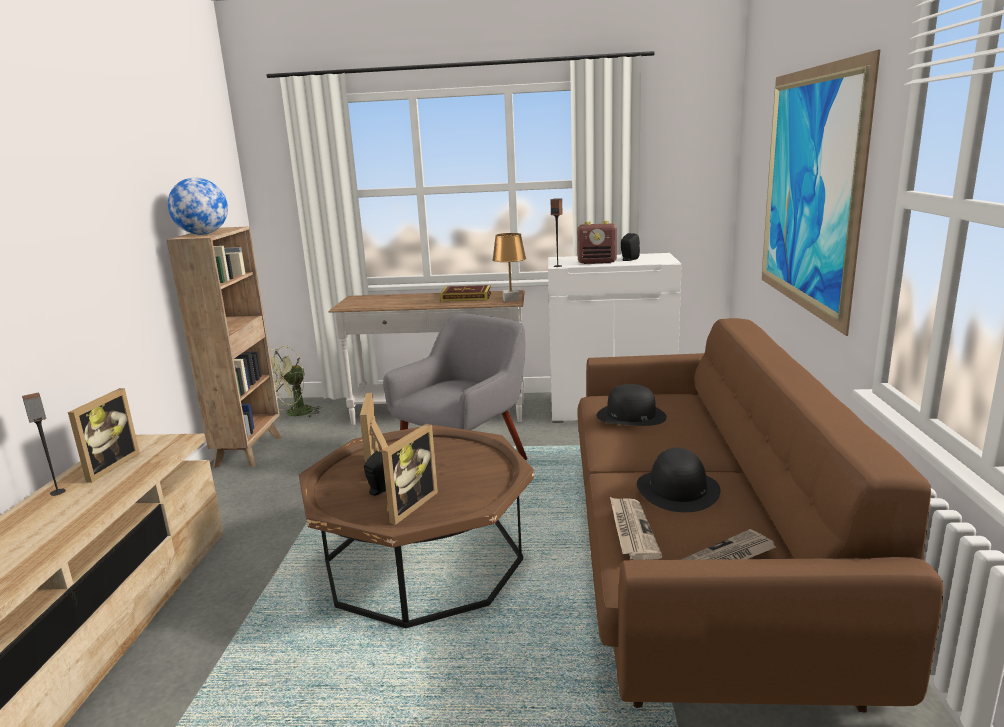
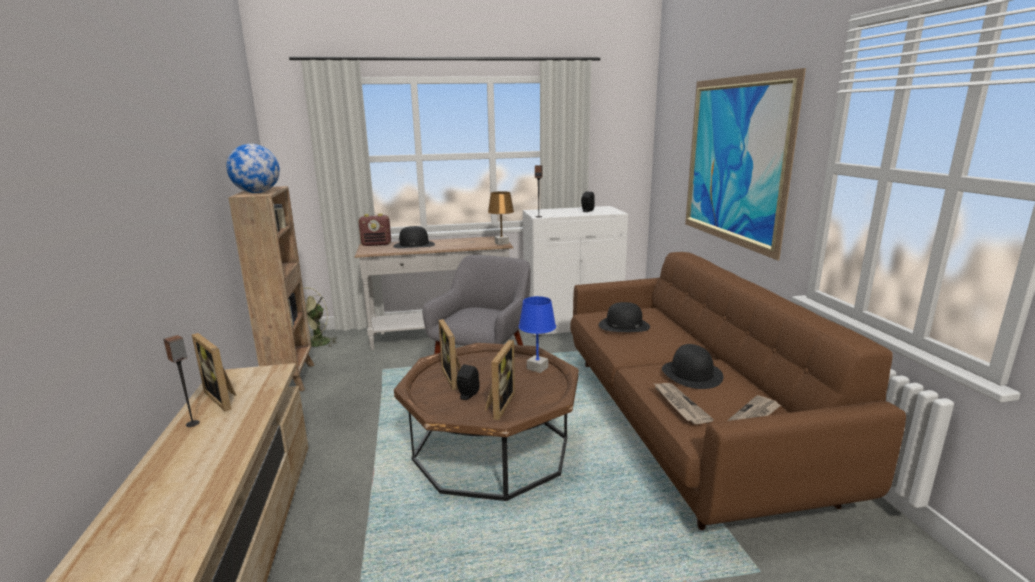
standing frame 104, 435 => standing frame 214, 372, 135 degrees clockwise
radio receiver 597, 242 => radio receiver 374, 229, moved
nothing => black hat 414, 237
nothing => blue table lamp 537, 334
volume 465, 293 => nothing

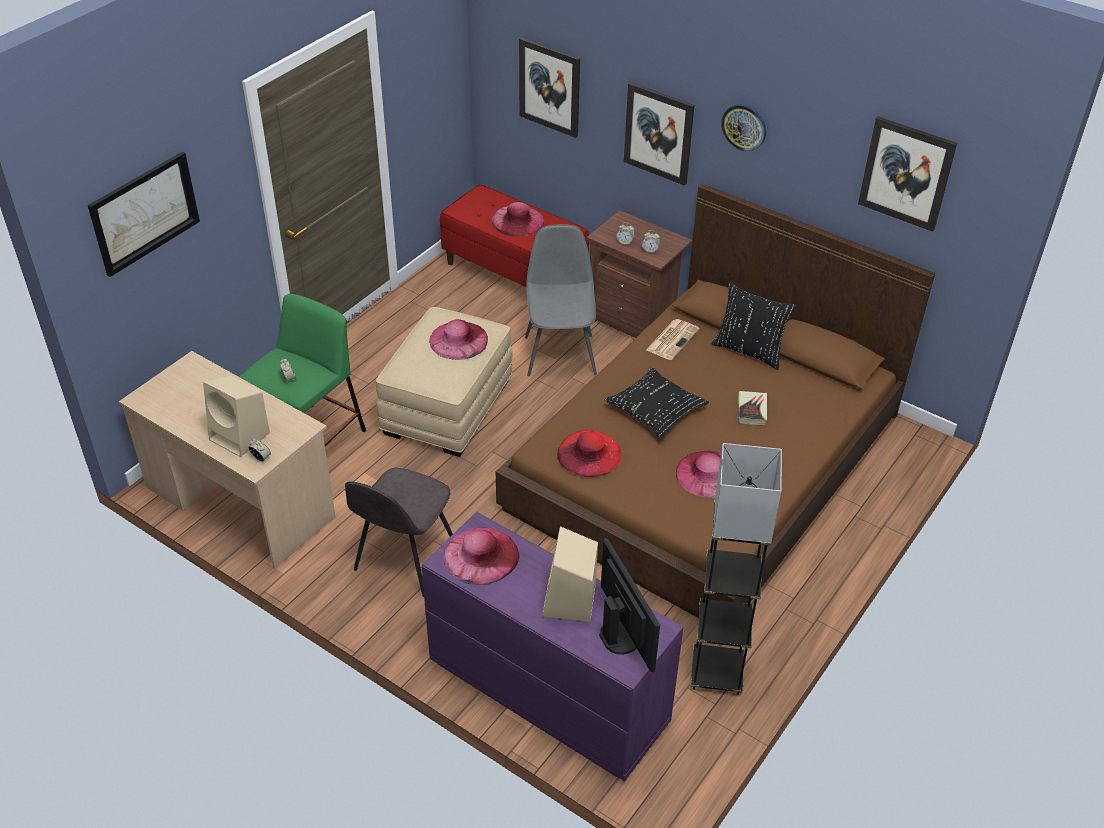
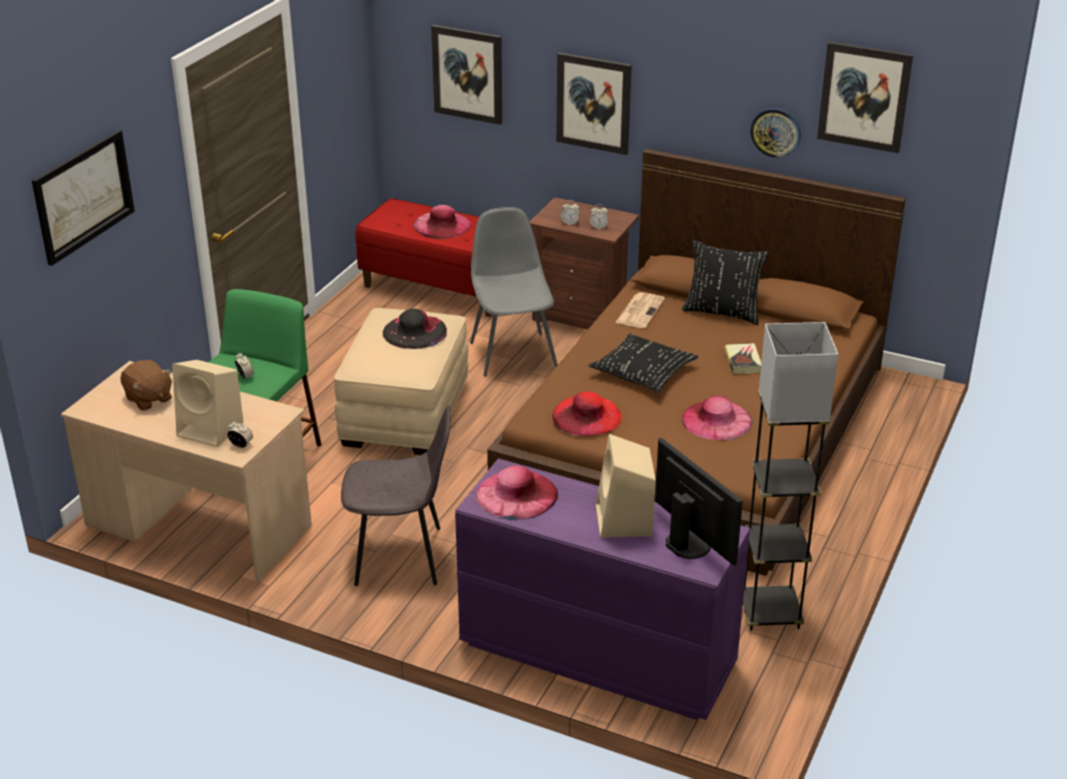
nothing => brown soft toy 146, 385
grey plain chair 399, 532 => grey plain chair 396, 495, 105 degrees counterclockwise
pink-coloured hat 458, 339 => black hat 415, 329
hanging clock 743, 127 => hanging clock 775, 133, moved

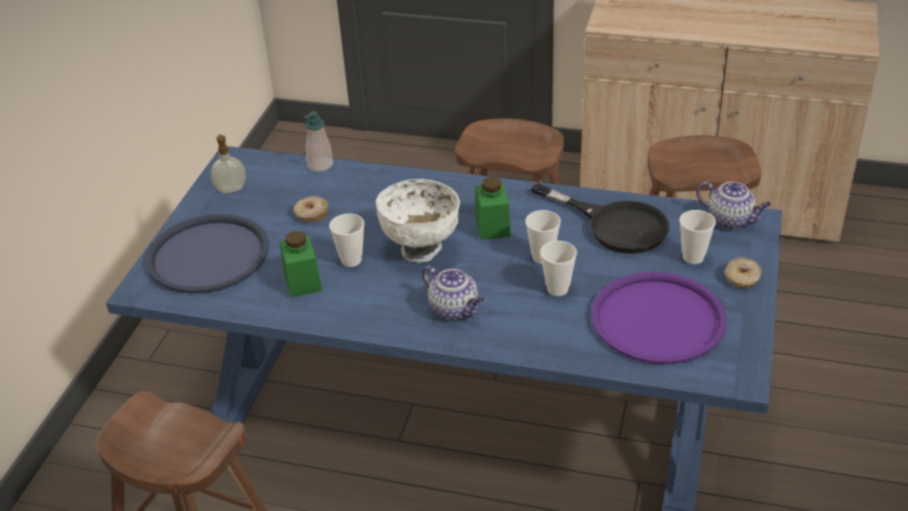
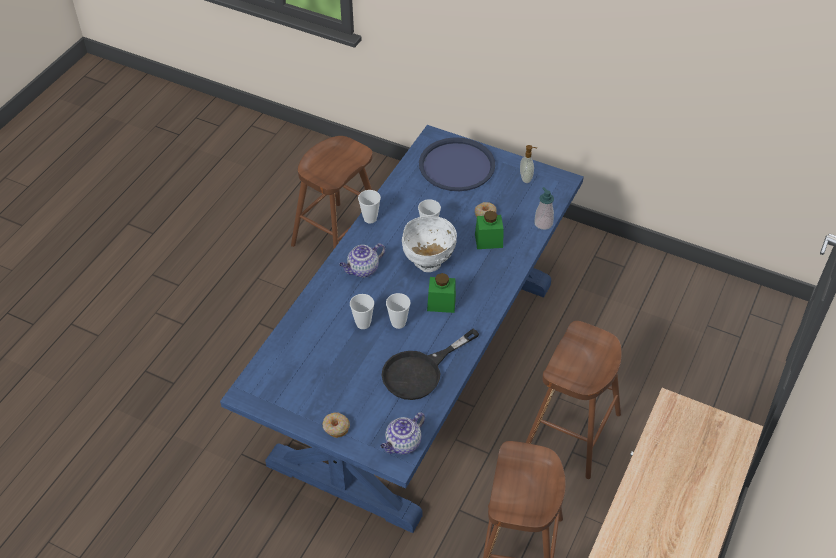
small cup 697, 237 => small cup 369, 207, moved
green-coloured preserve jar 301, 264 => green-coloured preserve jar 489, 230, moved
purple-coloured serving tray 659, 318 => nothing

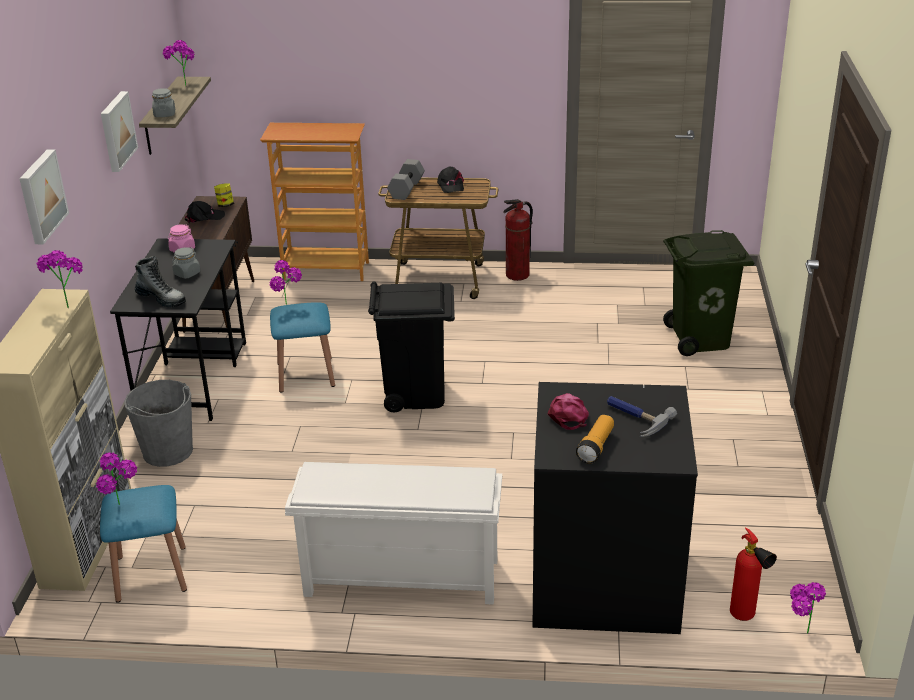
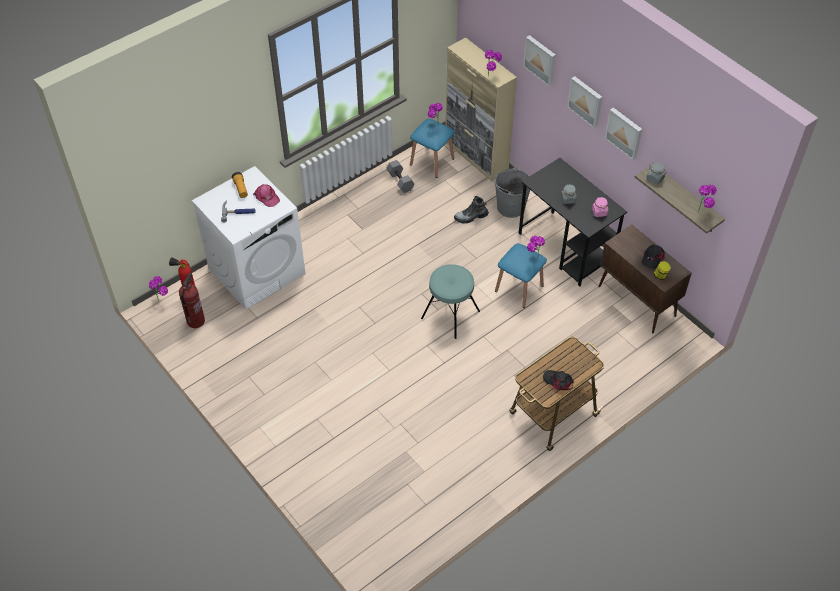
fire extinguisher 518, 240 => fire extinguisher 192, 300, moved
black laundry appliance 615, 508 => white laundry appliance 248, 238
grey hand weight 406, 179 => grey hand weight 400, 176, moved
black trash can 411, 347 => turquoise stool seat 450, 301
high-top boot 160, 282 => high-top boot 471, 210, moved
nothing => picture 584, 102
bookcase 314, 202 => nothing
white shoe stand 393, 533 => nothing
green-coloured trash can 708, 293 => nothing

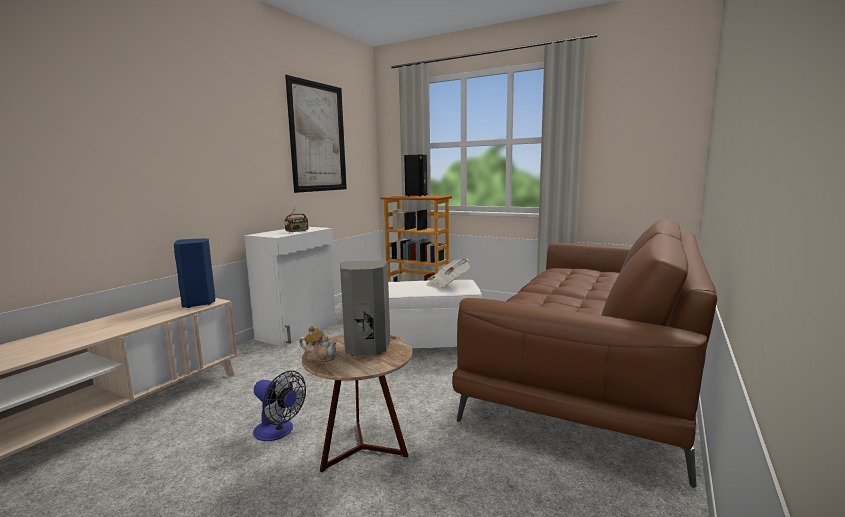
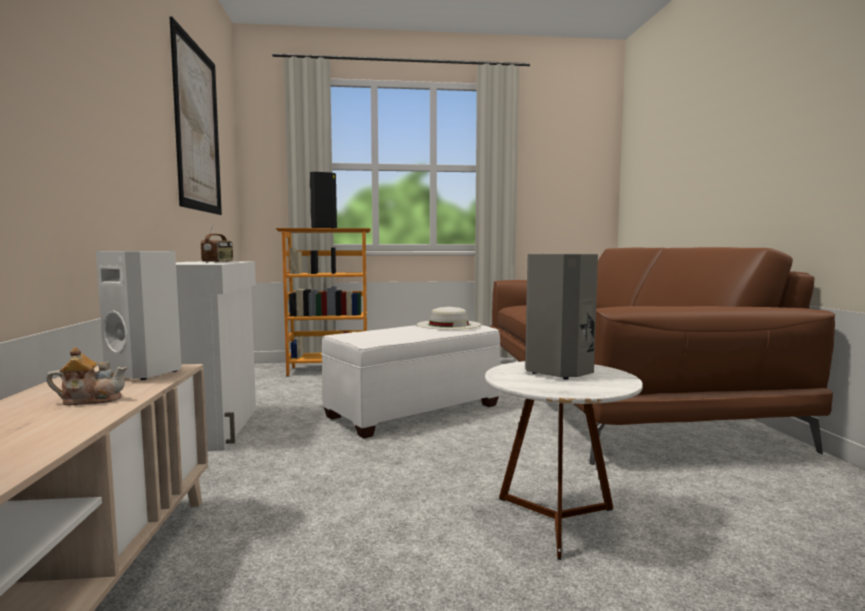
teapot 318, 344 => teapot 87, 376, moved
blue speaker 194, 273 => white speaker 138, 315
printed paper 448, 272 => white hat 448, 318
brown accent table 357, 404 => white accent table 564, 460
fan 279, 406 => nothing

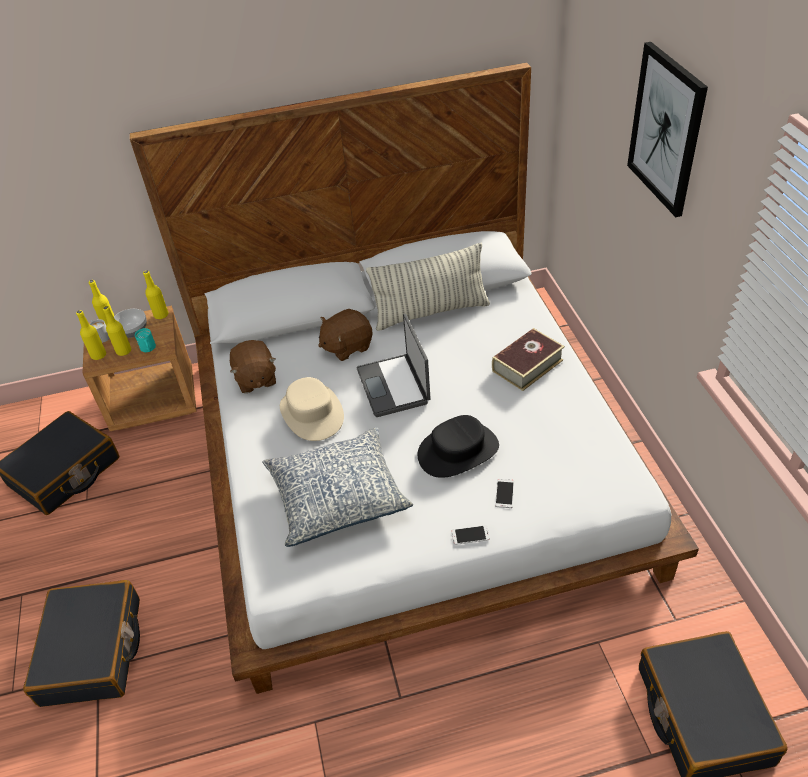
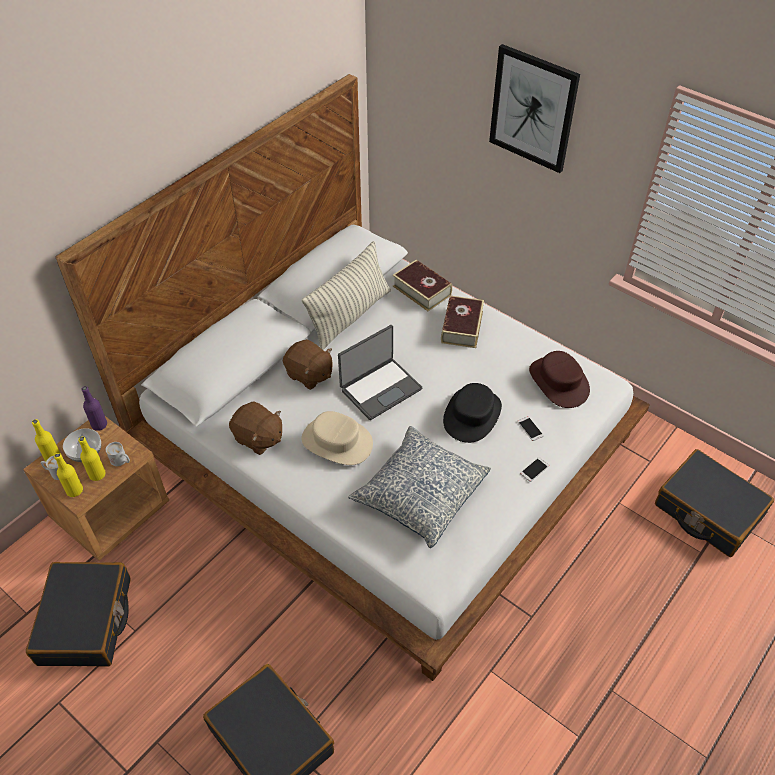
yellow-coloured drink bottle 155, 295 => purple-coloured drink bottle 94, 408
turquoise mug 145, 340 => white mug 118, 454
brown soft toy 345, 335 => brown soft toy 307, 364, 75 degrees counterclockwise
laptop 394, 365 => laptop 380, 372, 75 degrees counterclockwise
nothing => volume 422, 285
nothing => brown hat 559, 379

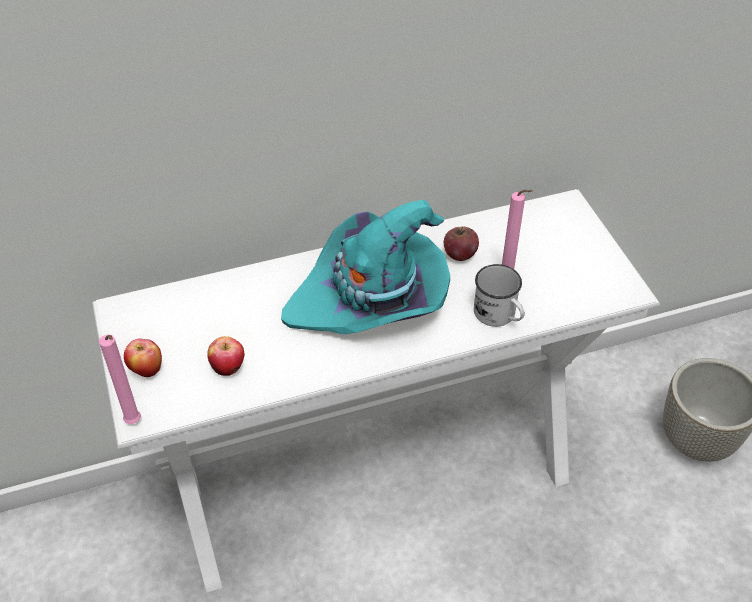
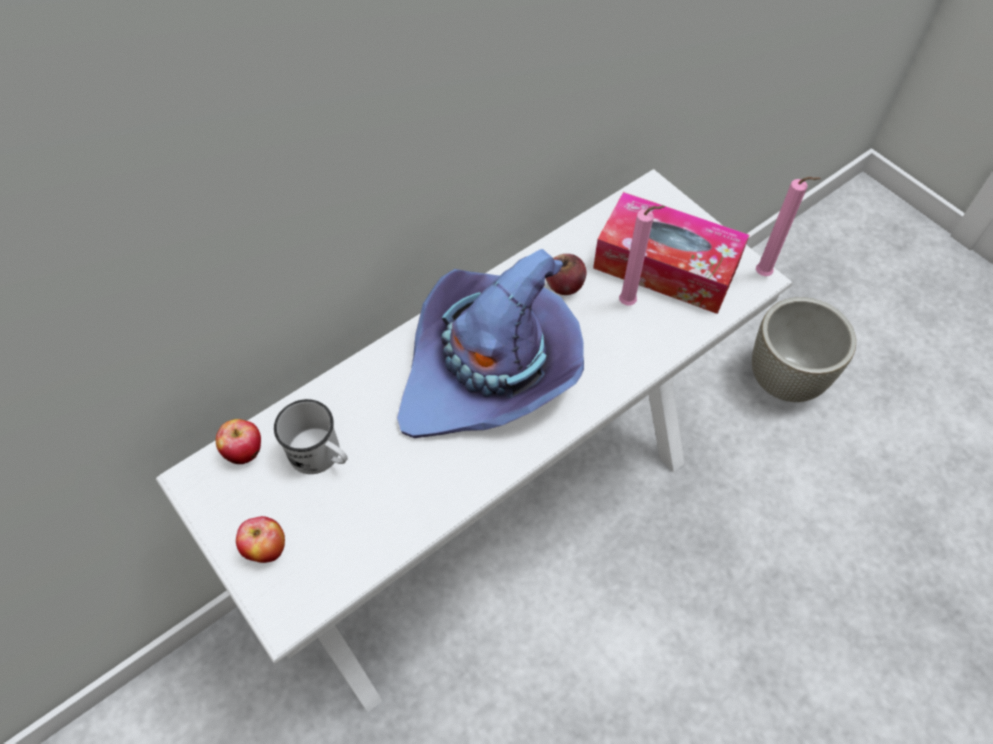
whole apple 225, 356 => whole apple 238, 441, moved
white mug 499, 295 => white mug 311, 436, moved
turquoise hat 365, 267 => purple-coloured hat 490, 343
nothing => tissue box 671, 253
pink-coloured wax light 120, 379 => pink-coloured wax light 788, 226, moved

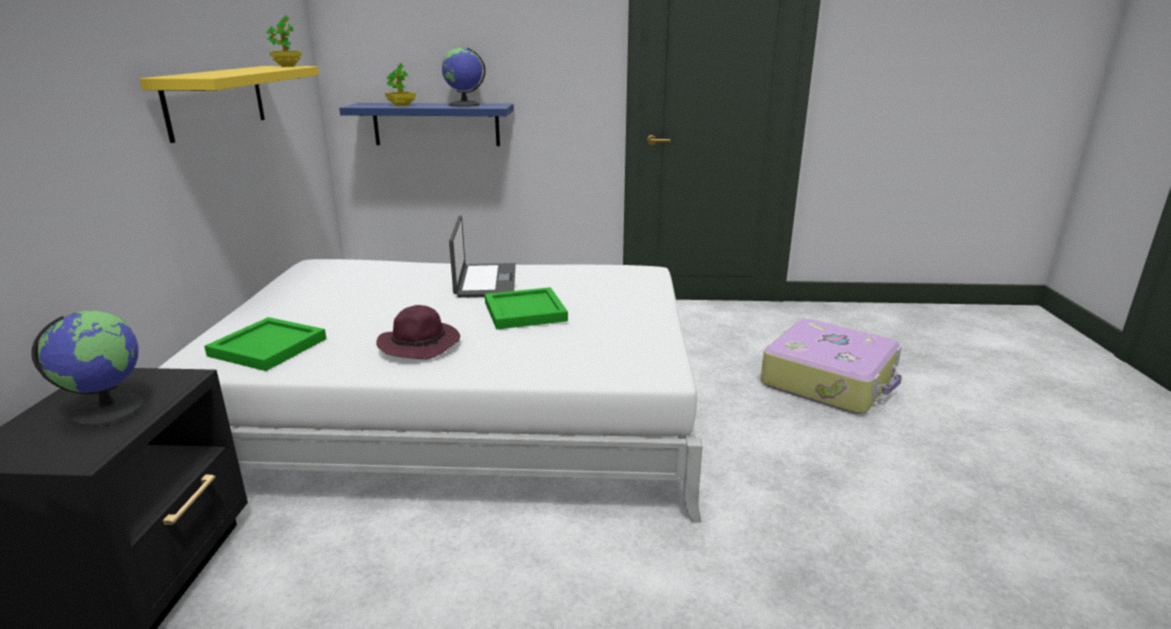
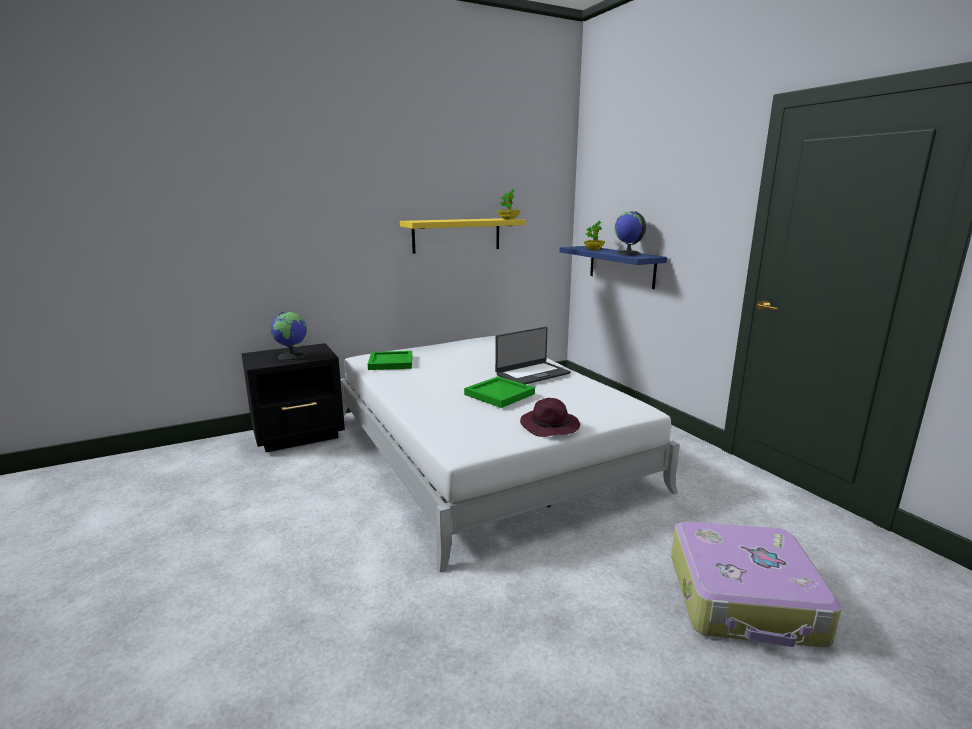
purple-coloured hat 418, 332 => purple-coloured hat 550, 417, moved

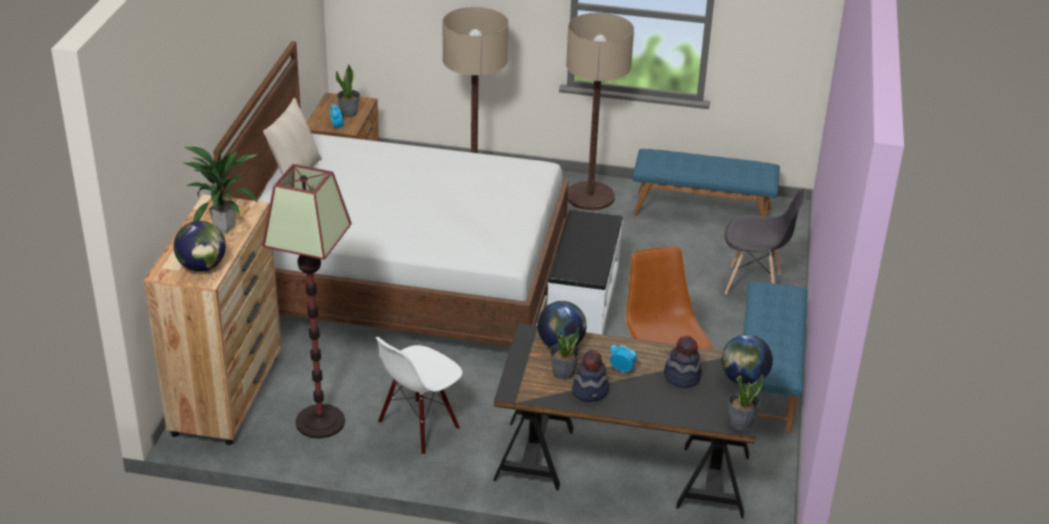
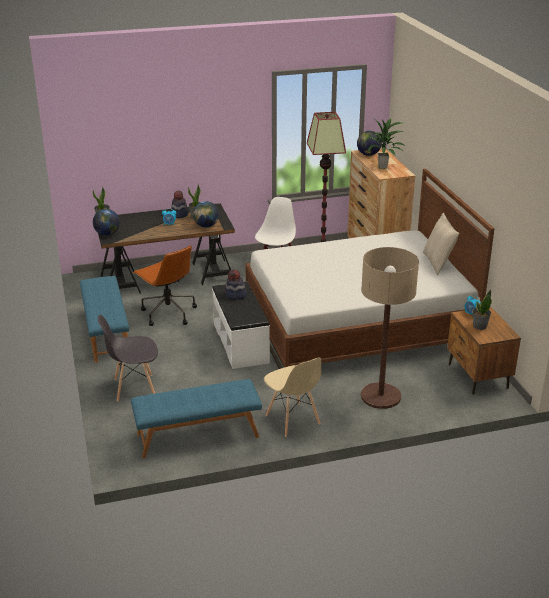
hat 683, 362 => hat 236, 284, moved
standing lamp 600, 111 => beige plain chair 292, 397

